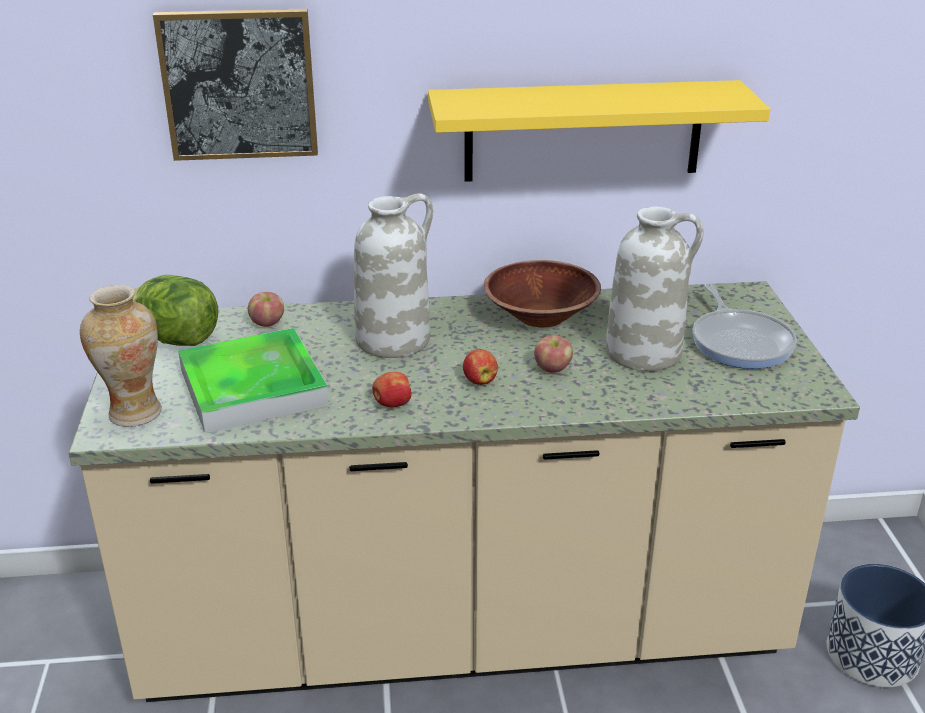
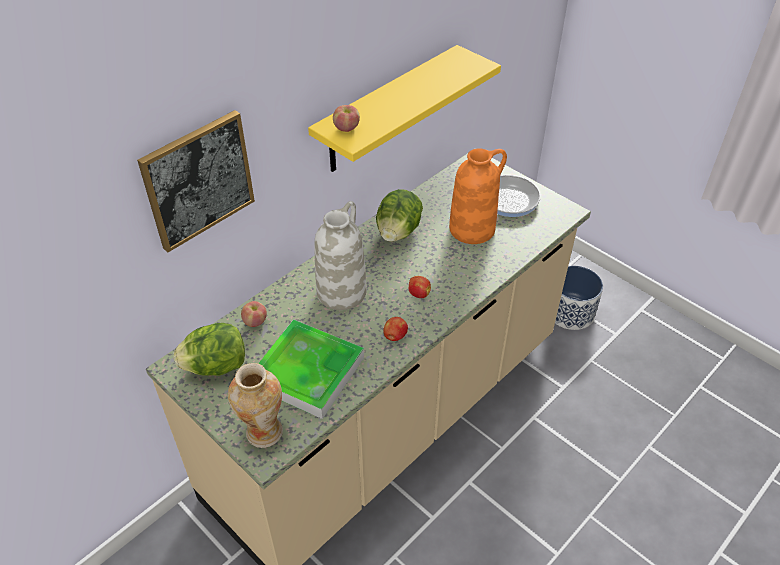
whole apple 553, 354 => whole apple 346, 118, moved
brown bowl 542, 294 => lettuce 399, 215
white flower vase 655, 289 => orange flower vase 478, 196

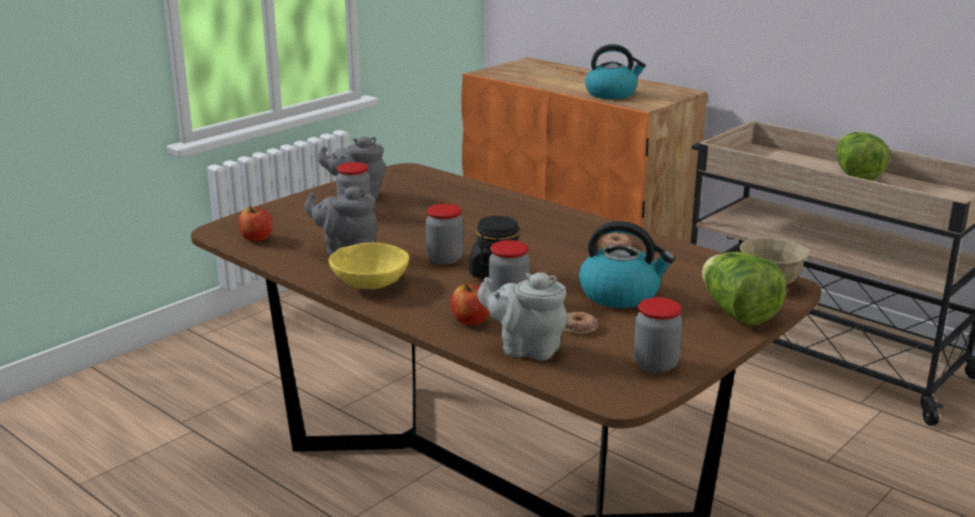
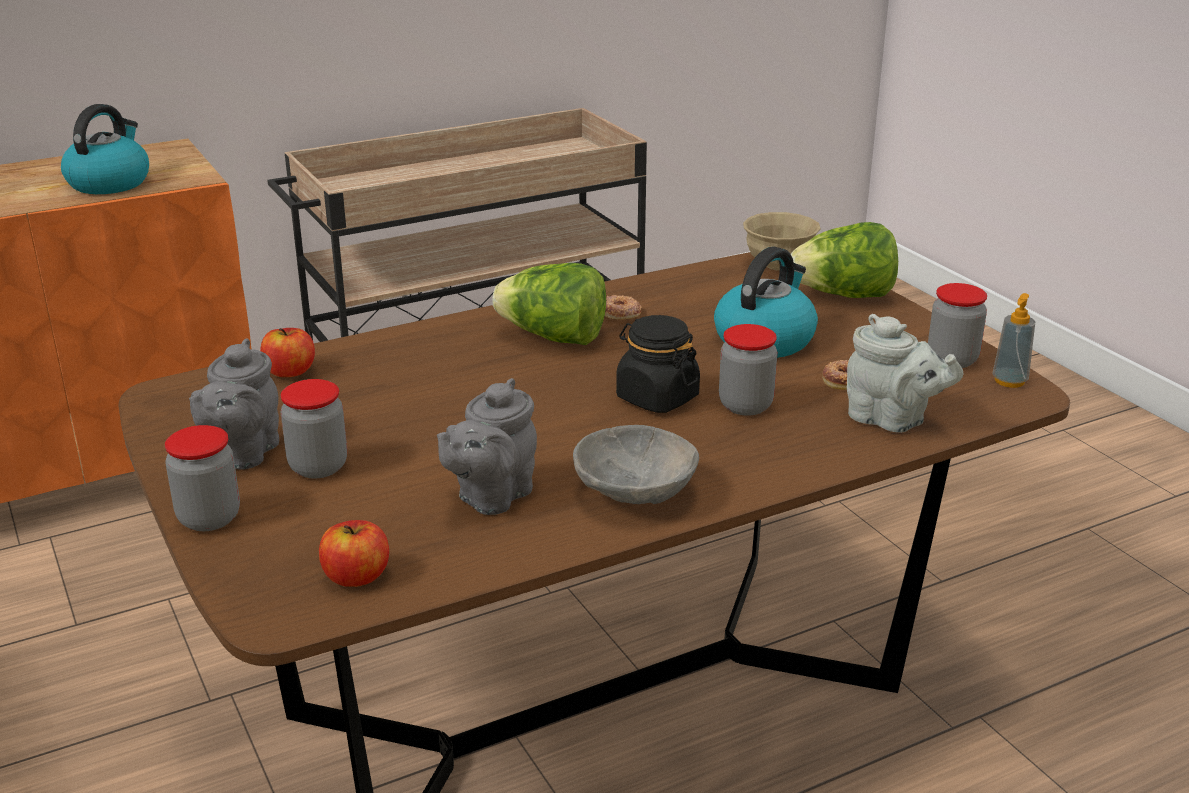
preserve jar 444, 234 => preserve jar 202, 478, moved
whole apple 470, 304 => whole apple 287, 352, moved
lettuce 863, 156 => lettuce 549, 304, moved
yellow-coloured bowl 369, 266 => grey bowl 636, 464
grey teapot 522, 316 => grey teapot 905, 373, 90 degrees counterclockwise
nothing => soap bottle 1014, 340

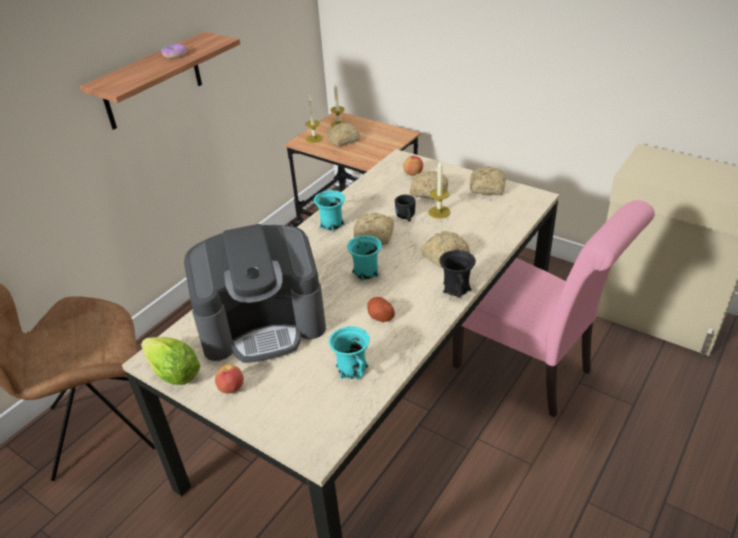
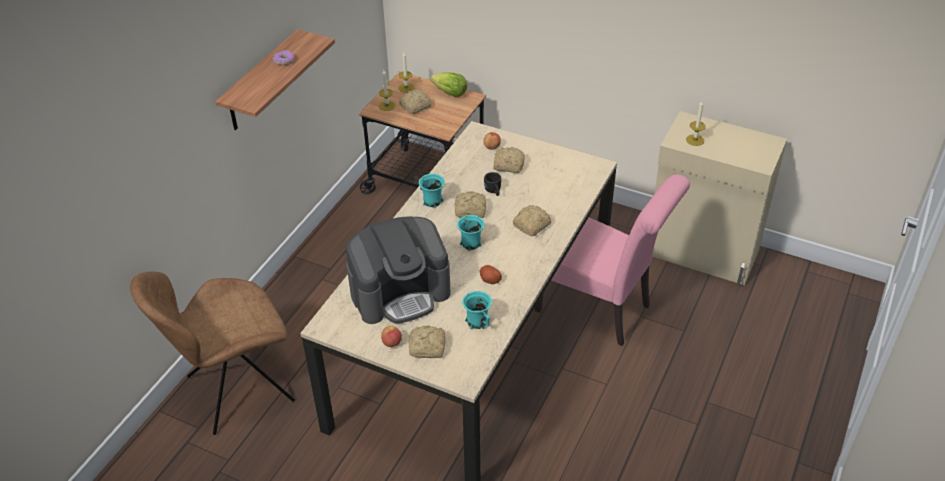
bakery bread 488, 180 => bakery bread 427, 342, moved
lettuce 171, 361 => lettuce 448, 84, moved
wax light 439, 190 => wax light 696, 123, moved
black mug 457, 274 => nothing

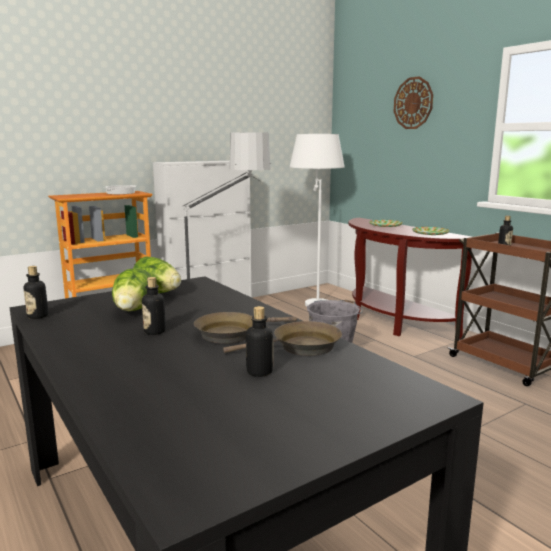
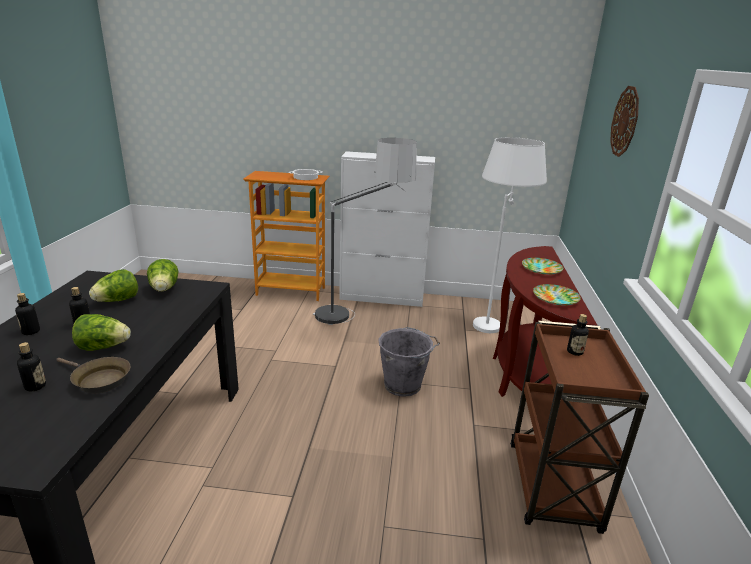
drink bottle 36, 292 => drink bottle 27, 314, moved
brown frying pan 245, 328 => lettuce 101, 332

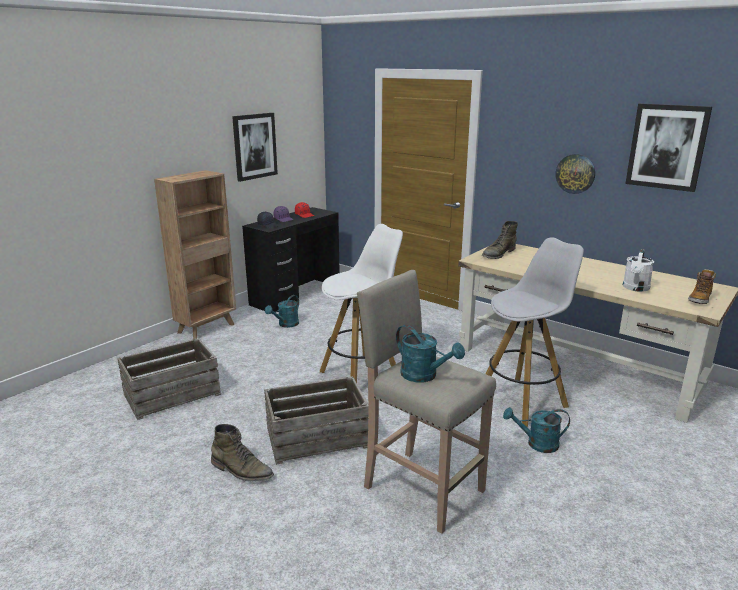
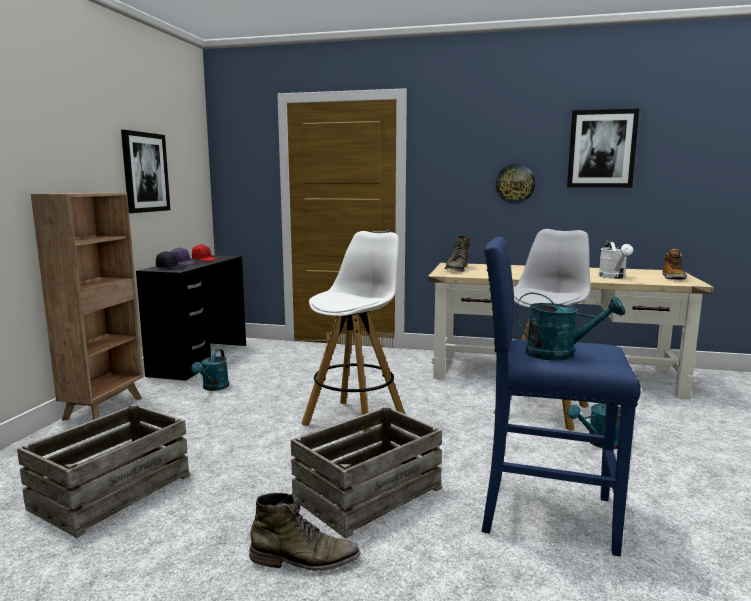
beige stool seat 426, 402 => blue stool seat 561, 397

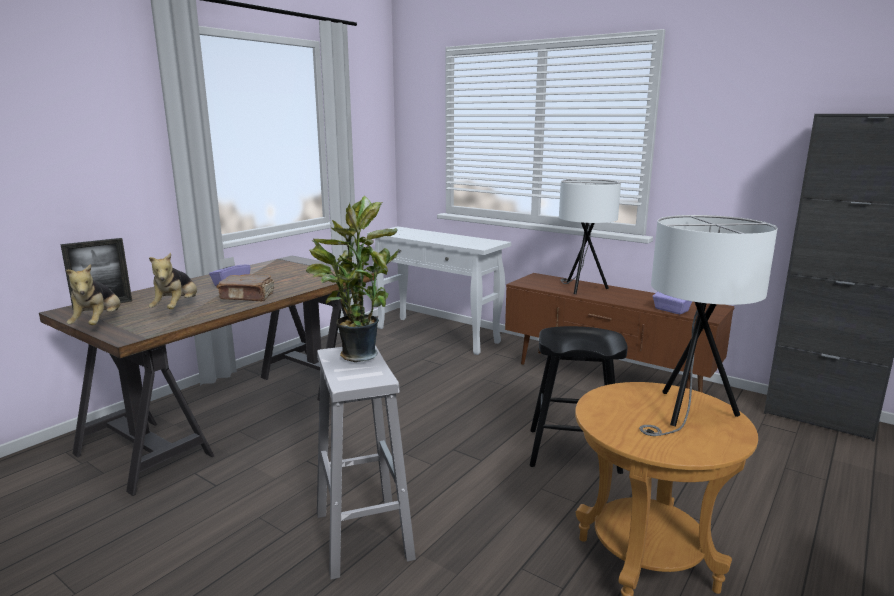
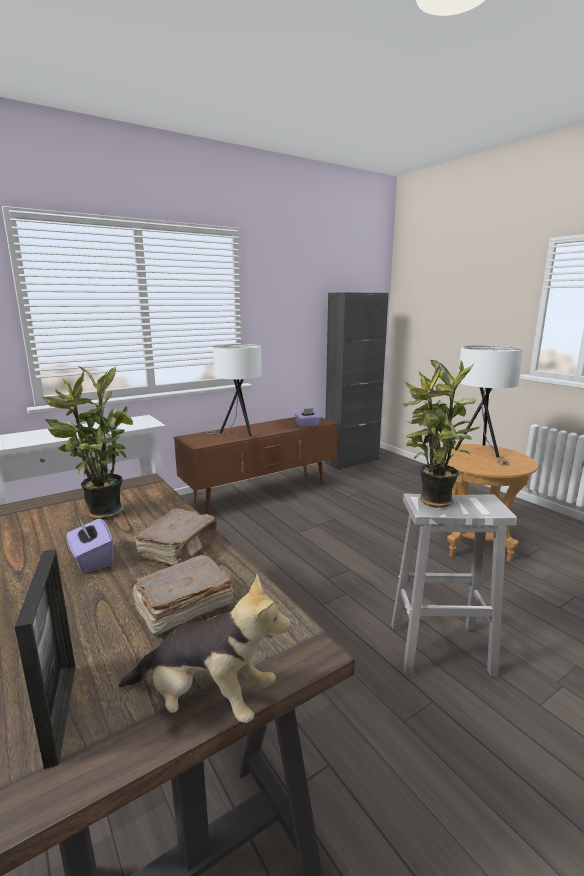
nothing => potted plant 87, 443
soft toy 172, 281 => brown volume 182, 596
black stool seat 579, 400 => nothing

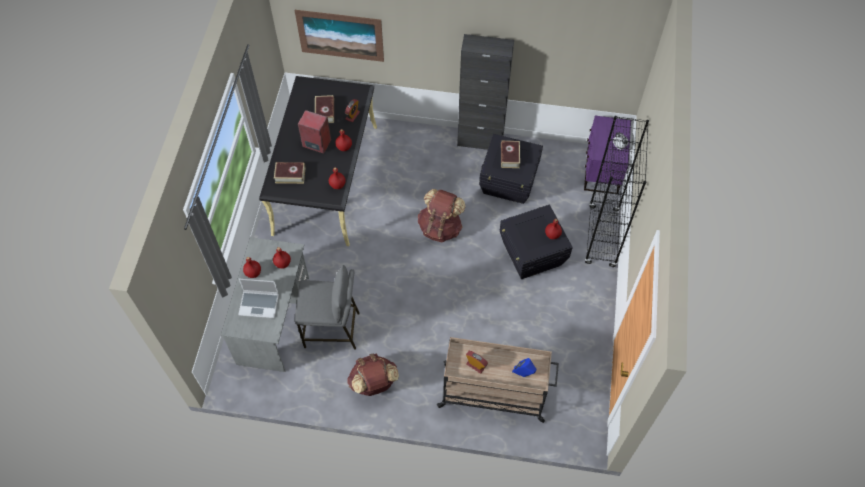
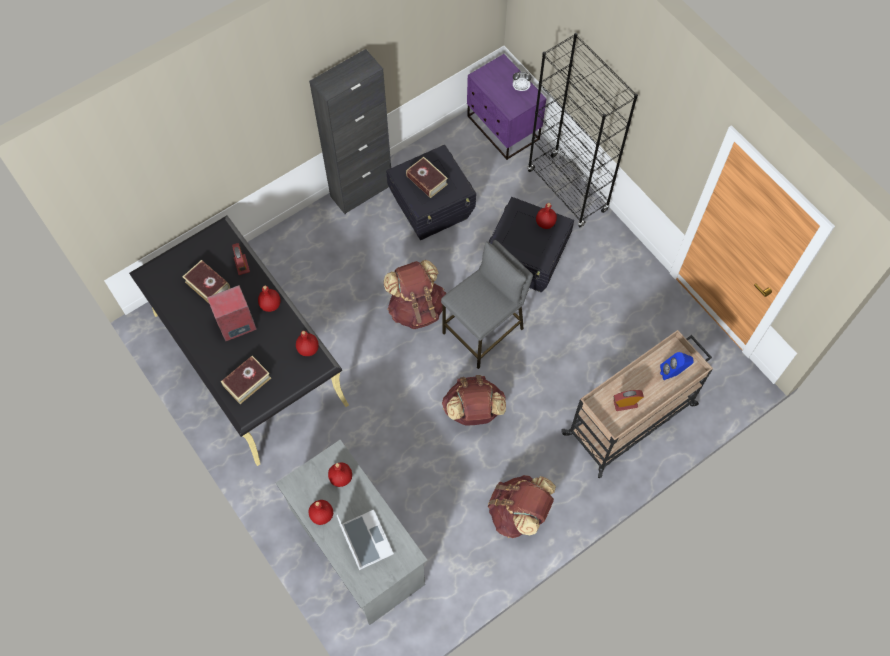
laptop 258, 298 => laptop 365, 540, 75 degrees counterclockwise
grey stool seat 327, 307 => grey stool seat 487, 304, moved
nothing => brown knapsack 474, 400
picture 339, 36 => nothing

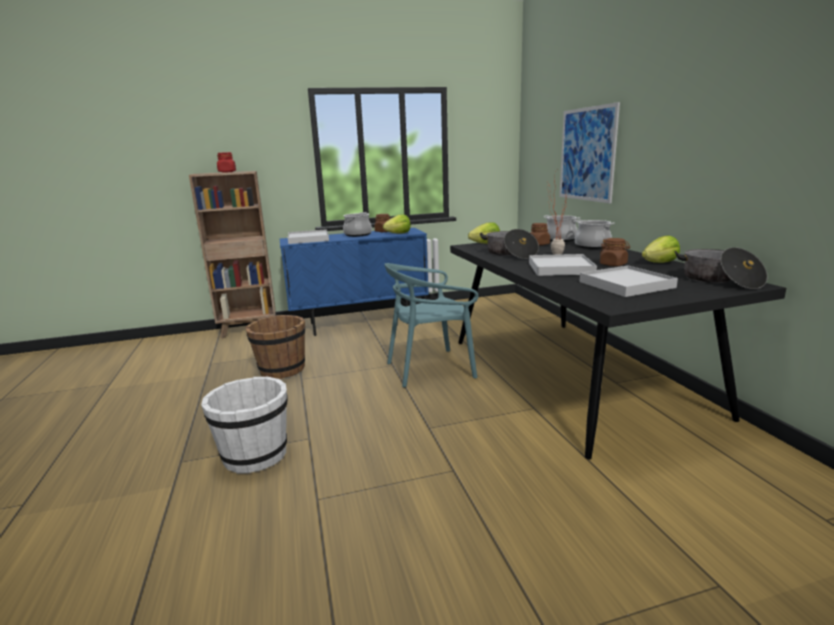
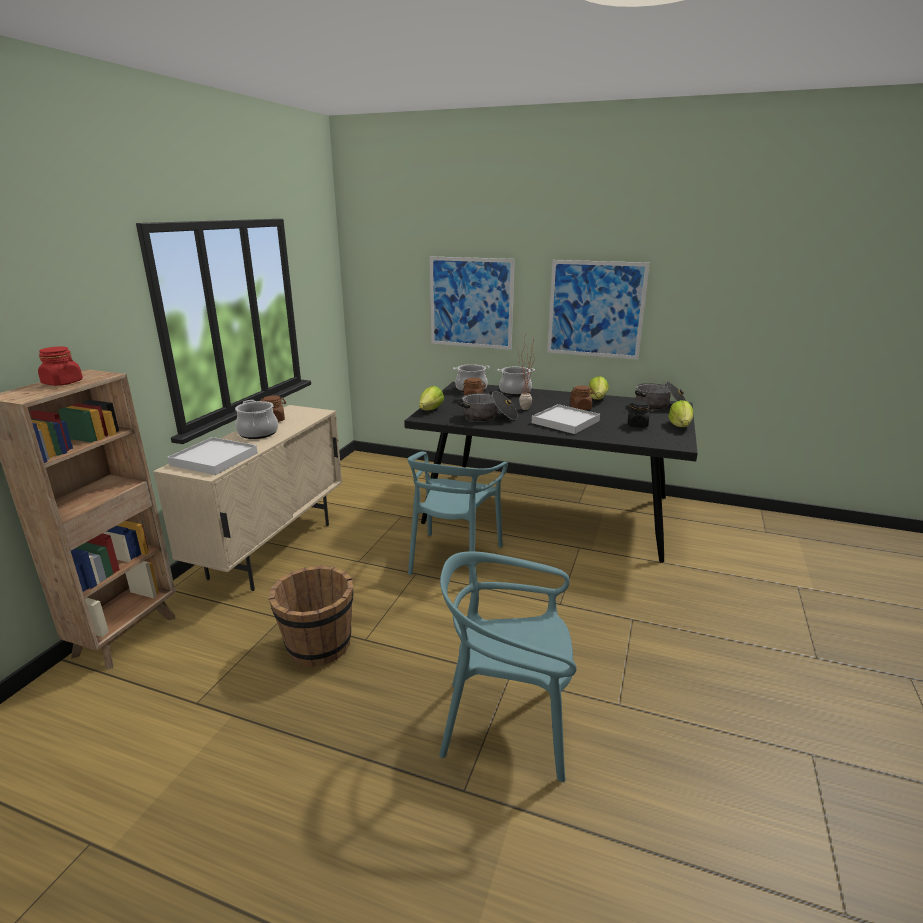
blue storage cabinet 354, 282 => beige storage cabinet 247, 498
white pail 244, 425 => turquoise plain chair 507, 666
nothing => picture 598, 310
white serving tray 628, 281 => black preserve jar 638, 413
lettuce 397, 224 => lettuce 680, 413, moved

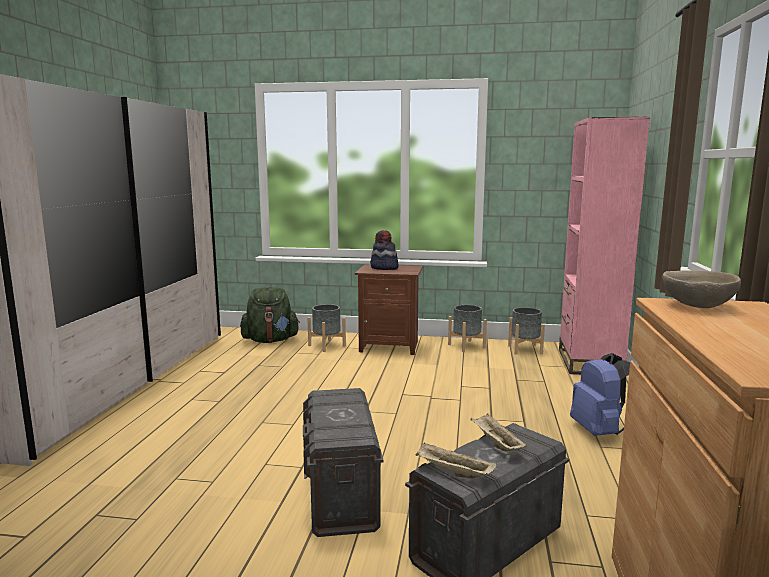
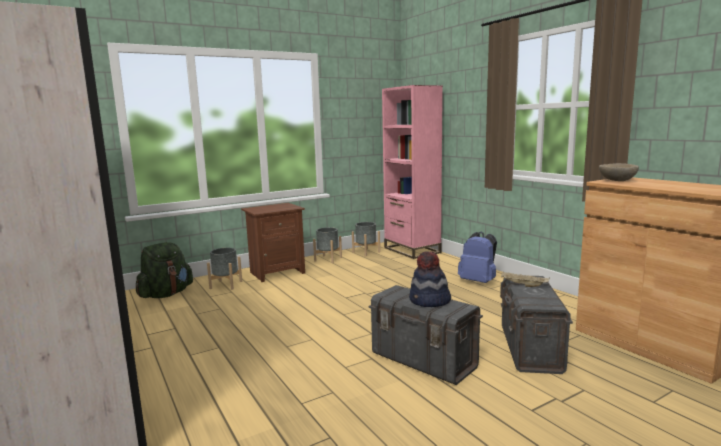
hat 384, 250 => hat 430, 279, moved
beige serving tray 456, 460 => nothing

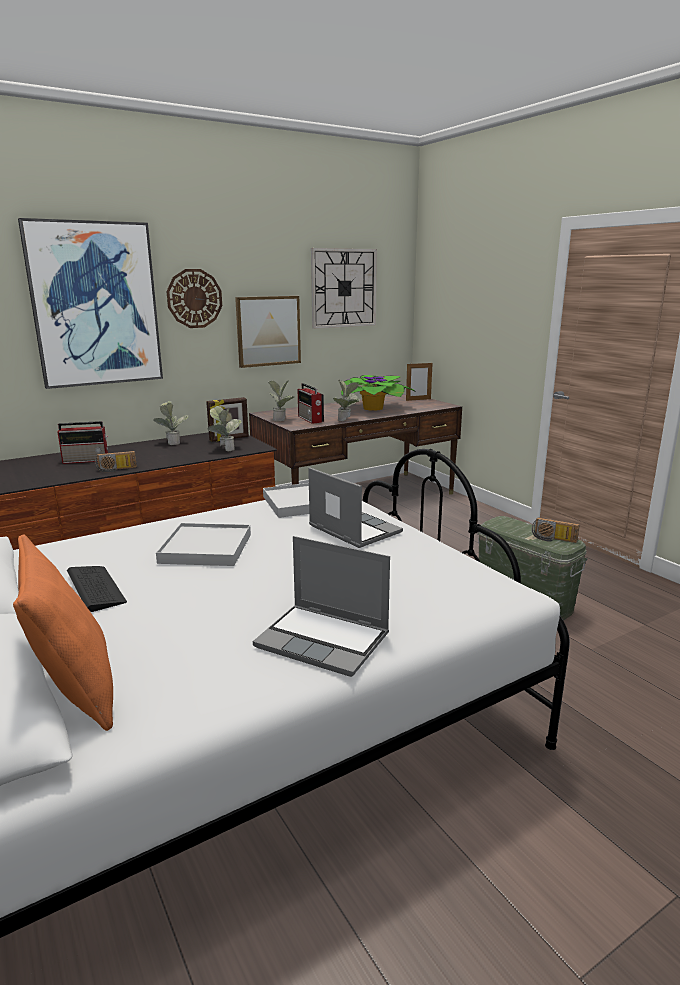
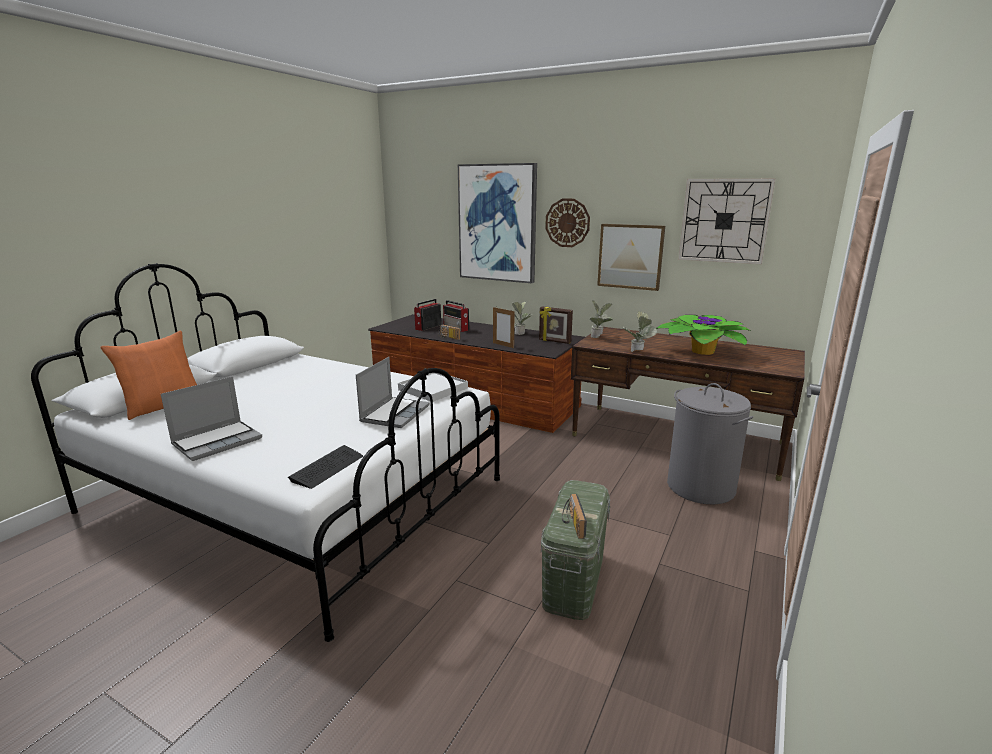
laptop 321, 606 => laptop 211, 418, 135 degrees counterclockwise
PC keyboard 97, 589 => PC keyboard 325, 467, moved
radio receiver 311, 403 => radio receiver 427, 315, moved
standing frame 419, 382 => standing frame 504, 327, moved
nothing => grey laundry basket 710, 444
white serving tray 203, 544 => nothing
potted plant 225, 428 => nothing

